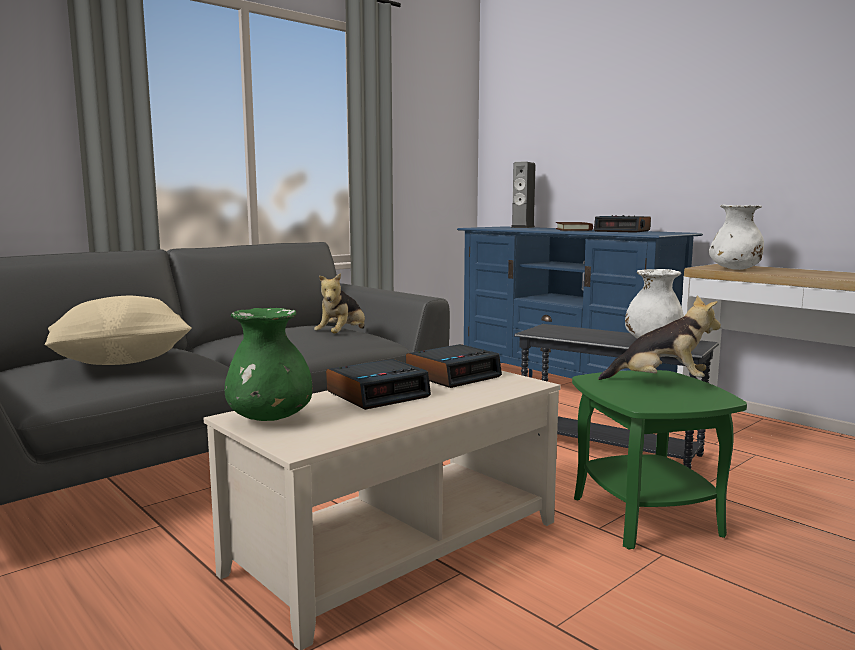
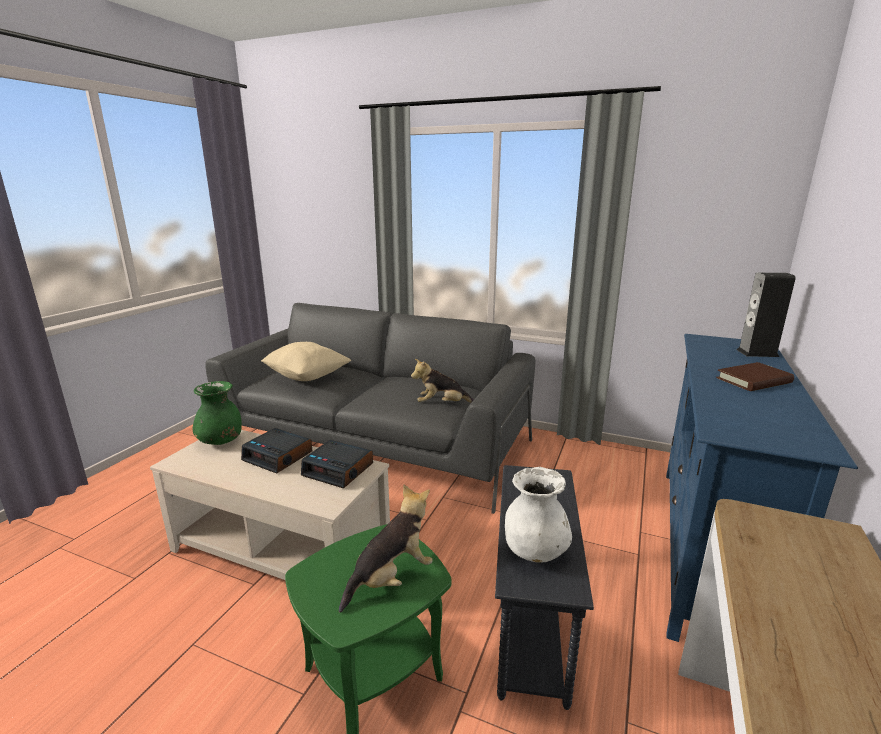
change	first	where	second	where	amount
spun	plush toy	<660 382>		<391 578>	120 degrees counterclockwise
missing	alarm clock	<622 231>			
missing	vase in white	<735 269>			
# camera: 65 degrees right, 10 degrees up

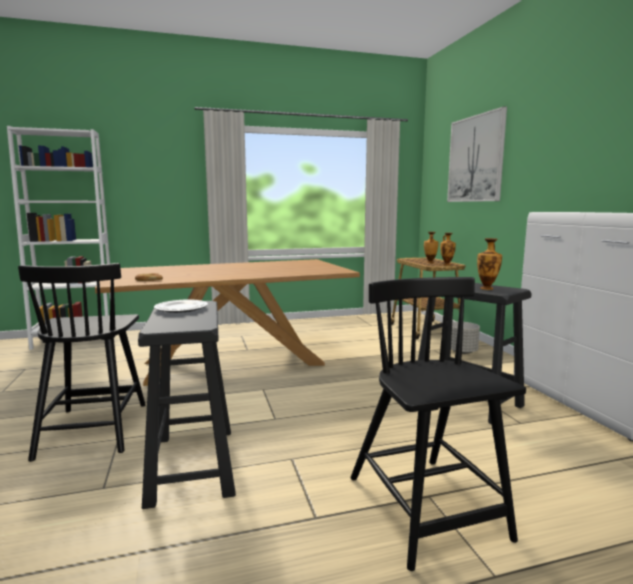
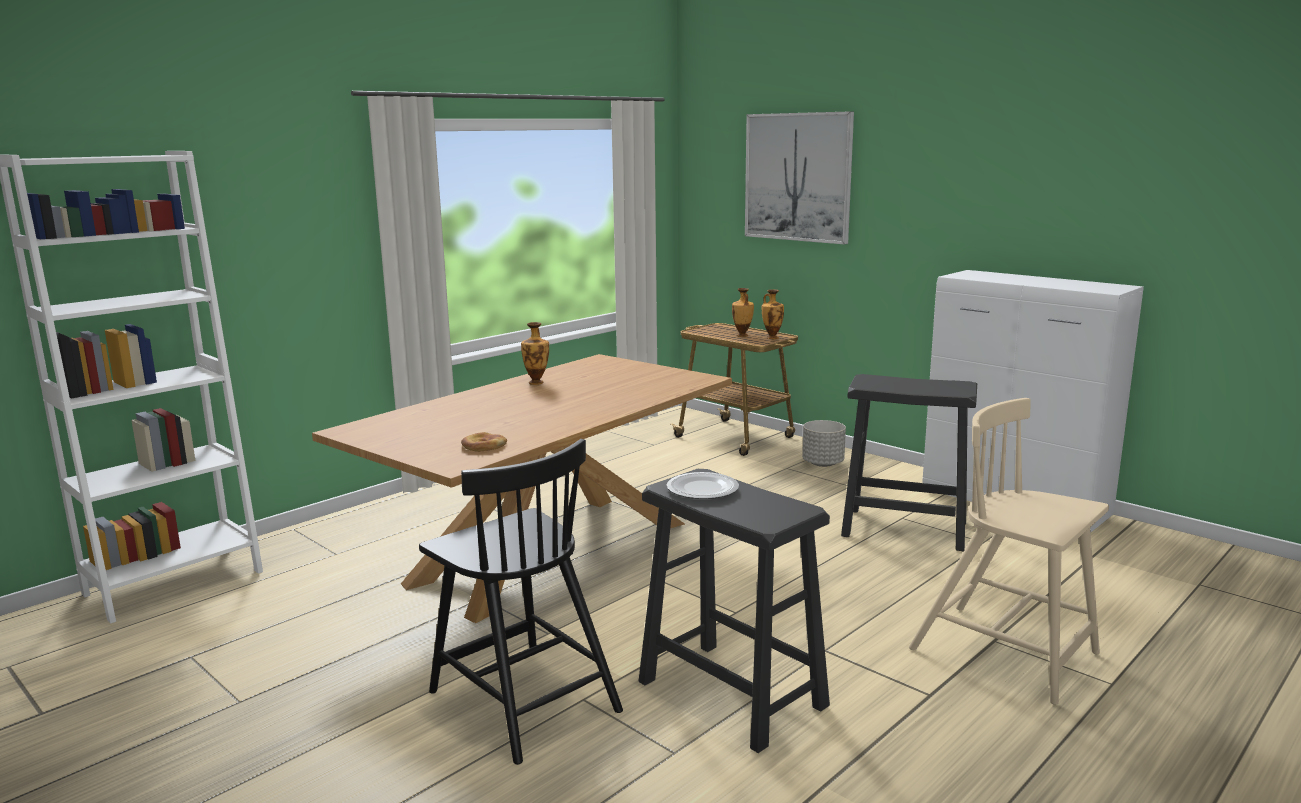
change	first	where	second	where	amount
relocated	vase	<487 288>		<536 382>	
colour	chair in black	<426 509>	chair in beige	<1007 653>	
# camera: 30 degrees left, 5 degrees up

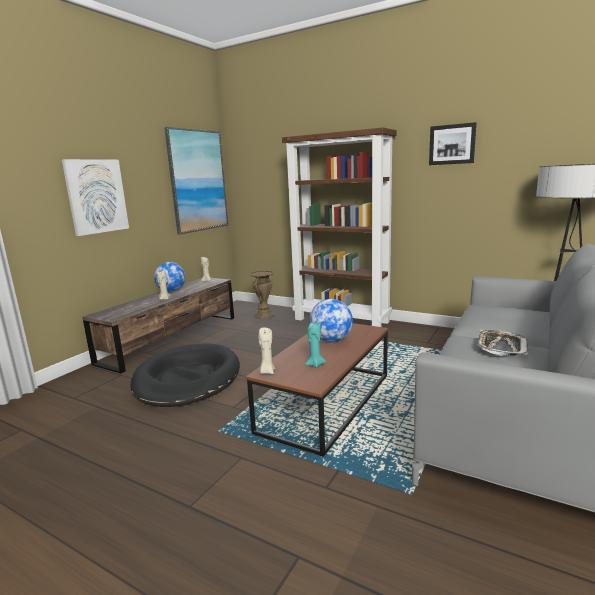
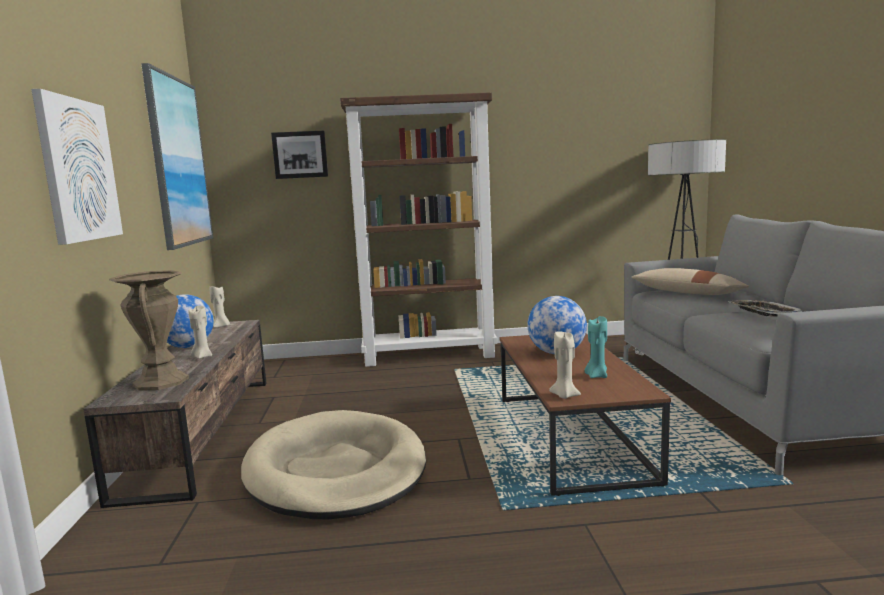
change	first	where	second	where	amount
relocated	vase in brown	<264 315>		<161 382>	
colour	dog bed in black	<187 379>	dog bed in beige	<336 470>	
relocated	picture	<452 144>		<300 155>	
appeared			pillow in beige	<687 293>	
# camera: 35 degrees left, 5 degrees down

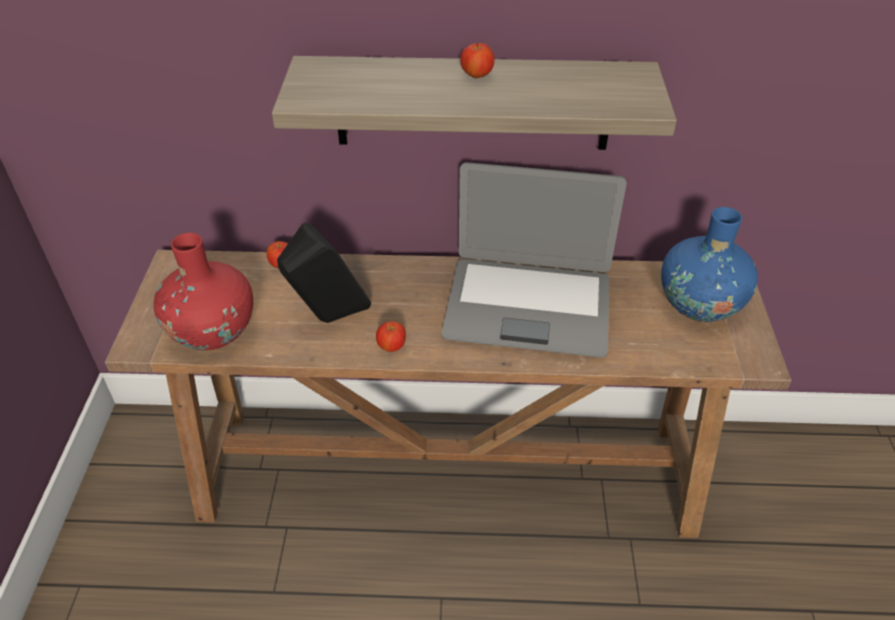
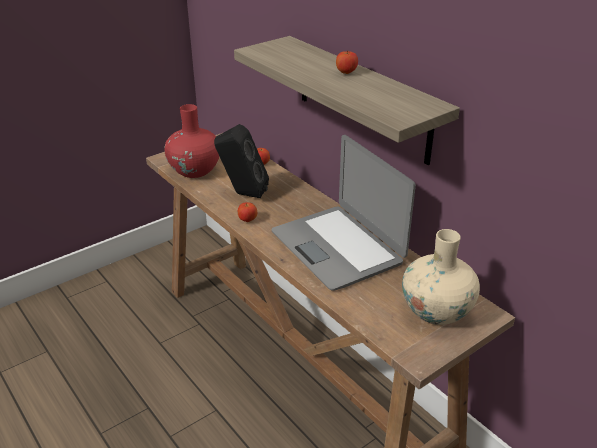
change	first	where	second	where	amount
colour	vase in blue	<699 304>	vase in beige	<436 311>	
# camera: 50 degrees right, 10 degrees down

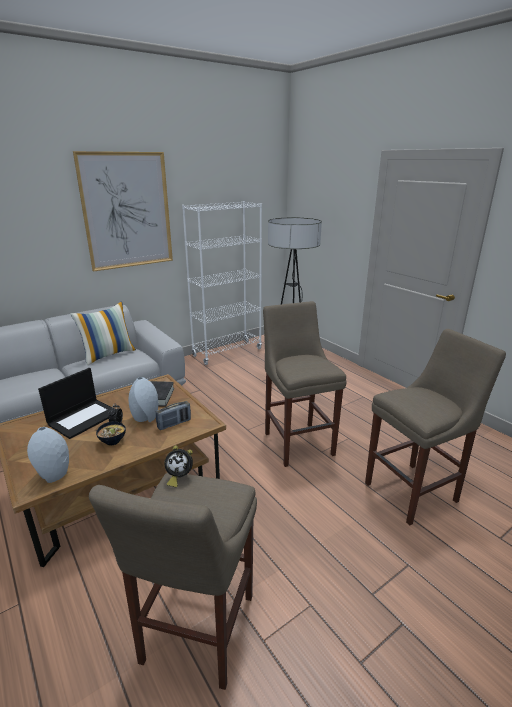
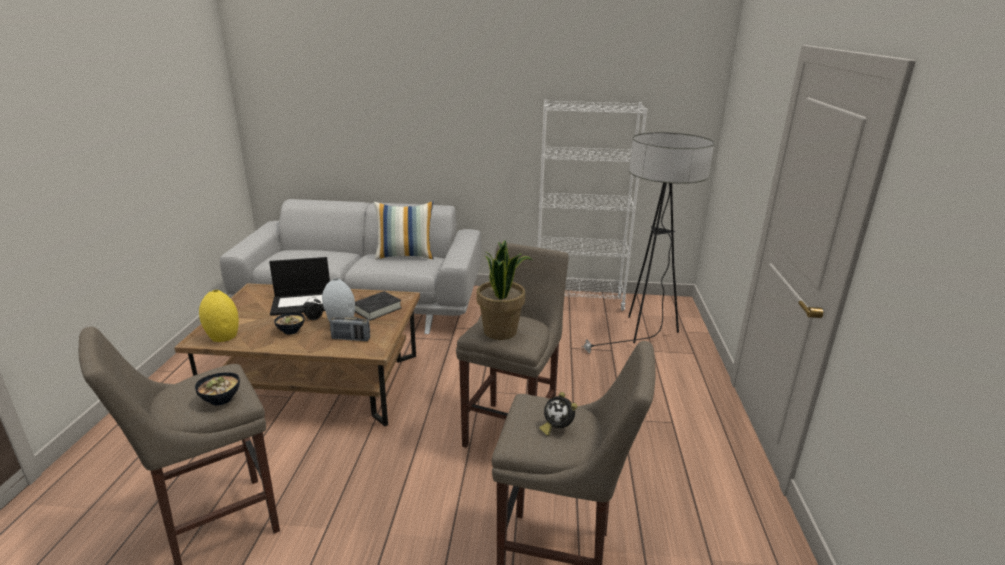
change	first	where	second	where	amount
appeared			bowl	<220 399>	
colour	vase in grey	<54 474>	vase in yellow	<224 337>	
appeared			potted plant	<501 331>	
relocated	alarm clock	<179 477>		<557 428>	
missing	picture	<127 211>			
# camera: 40 degrees right, 0 degrees up

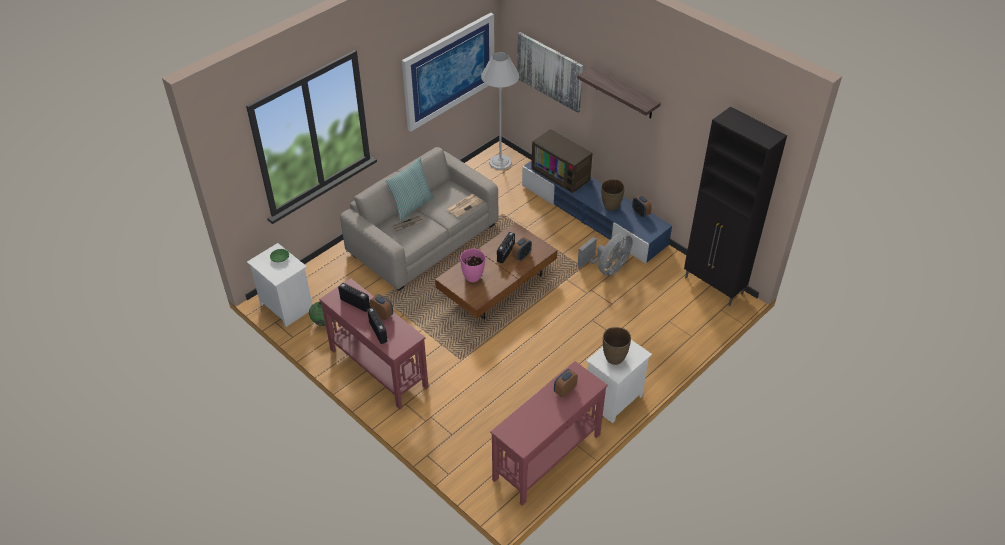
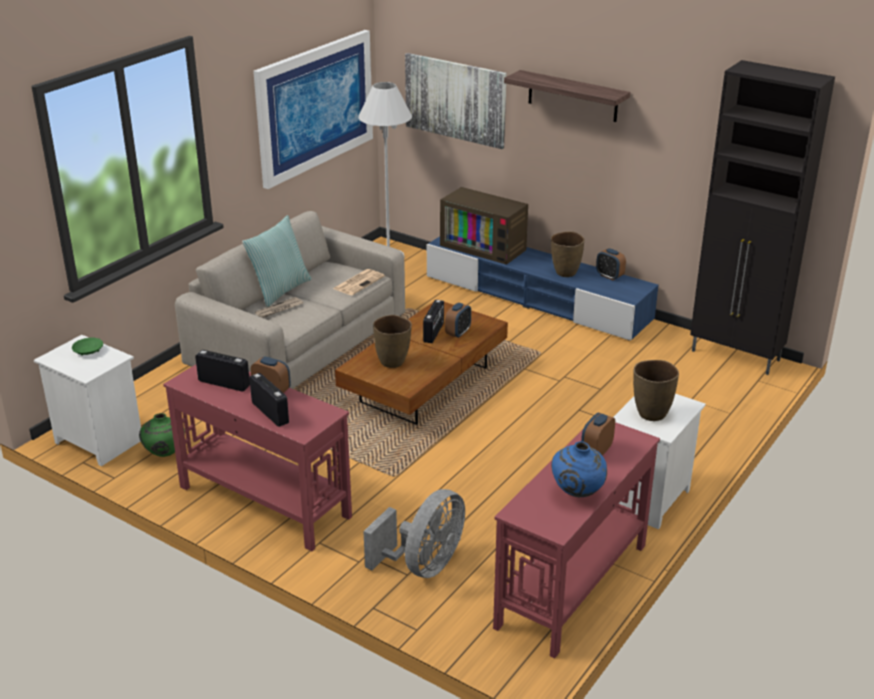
change	first	where	second	where	amount
relocated	fan in grey	<607 268>		<423 565>	
colour	vase in pink	<473 277>	vase in brown	<393 362>	
appeared			vase in blue	<577 493>	
# camera: 10 degrees left, 15 degrees down

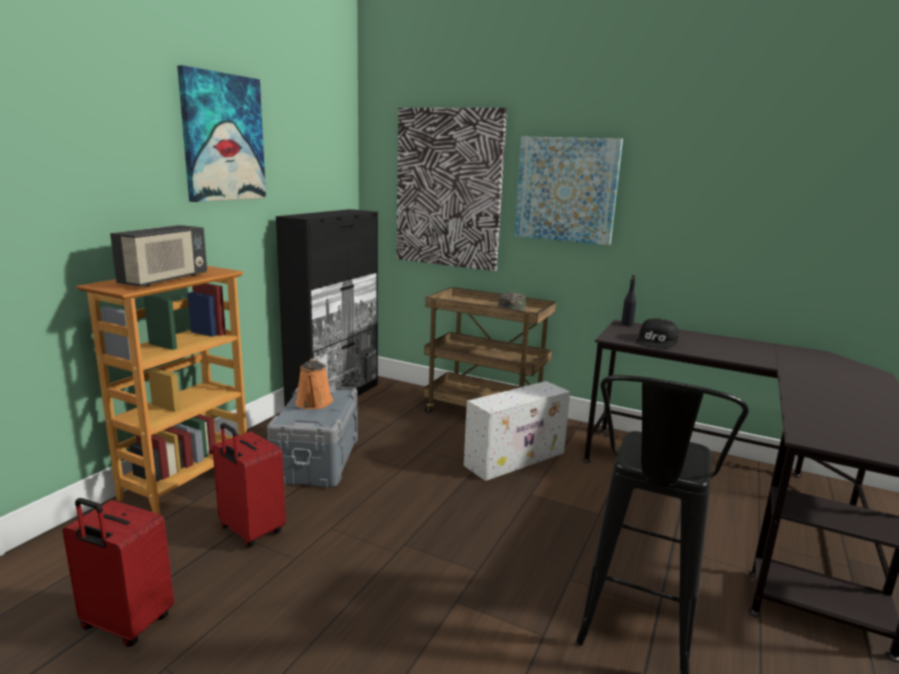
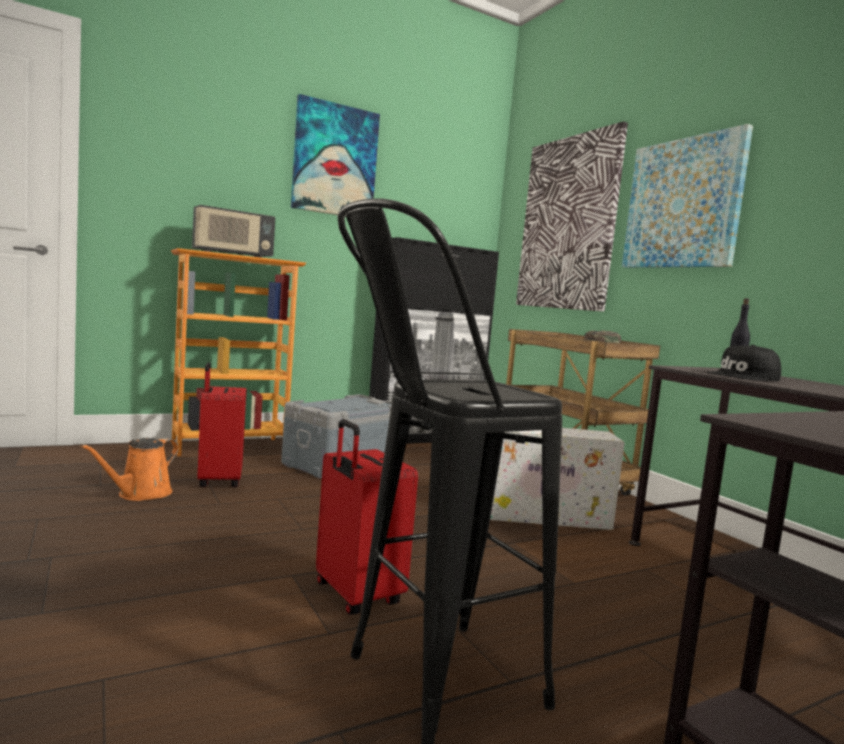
change	first	where	second	where	amount
relocated	watering can in orange	<314 403>		<140 494>	
relocated	suitcase in red	<125 624>		<355 595>	
# camera: 35 degrees right, 10 degrees down

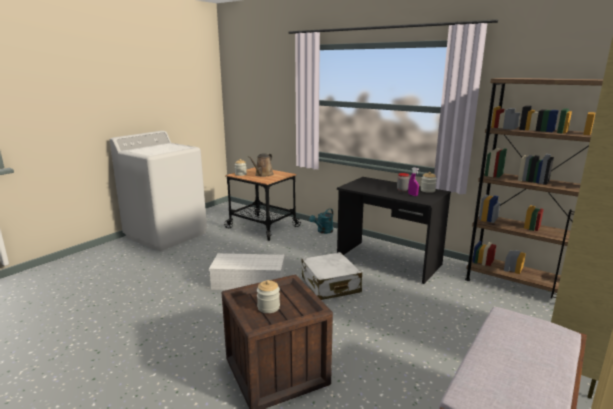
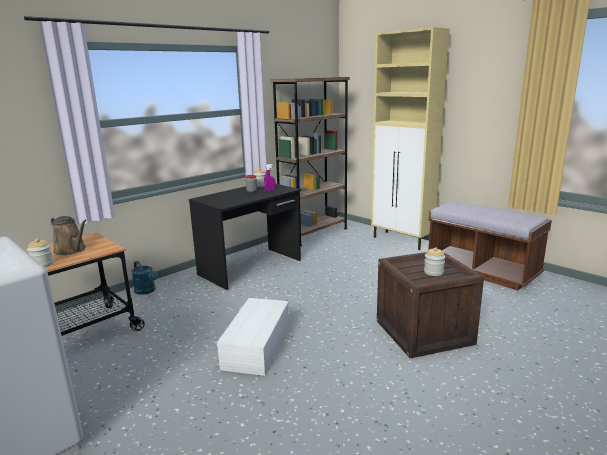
change	first	where	second	where	amount
missing	suitcase in white	<330 285>			
# camera: 80 degrees left, 0 degrees up

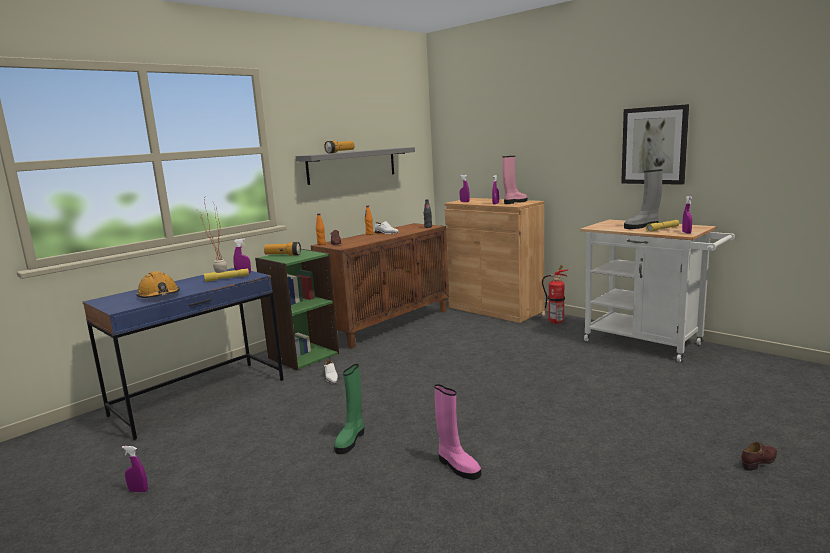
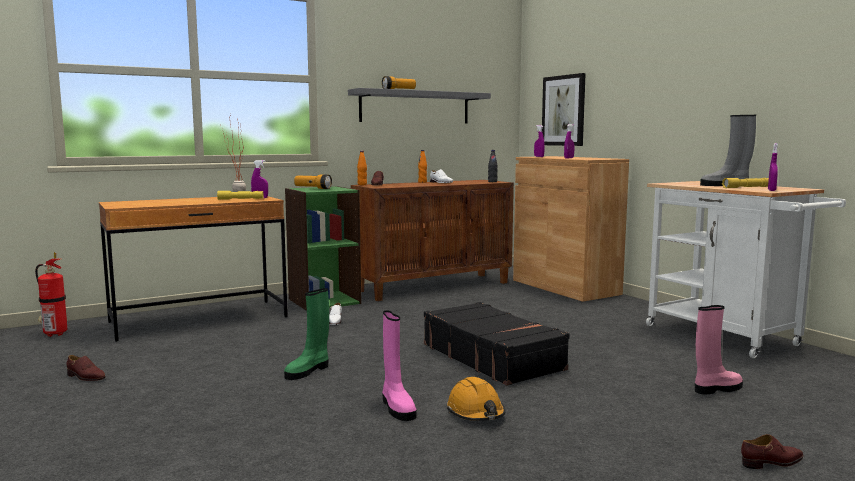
change	first	where	second	where	amount
relocated	fire extinguisher	<554 322>		<53 334>	
exchanged	spray bottle in purple	<138 491>	shoe in brown	<85 377>	
colour	desk in blue	<200 397>	desk in brown	<199 319>	
appeared			suitcase in black	<492 357>	
relocated	hard hat in orange	<159 295>		<476 413>	
relocated	picture	<654 145>		<564 110>	
relocated	boot in pink	<515 202>		<716 389>	
# camera: 15 degrees right, 5 degrees down

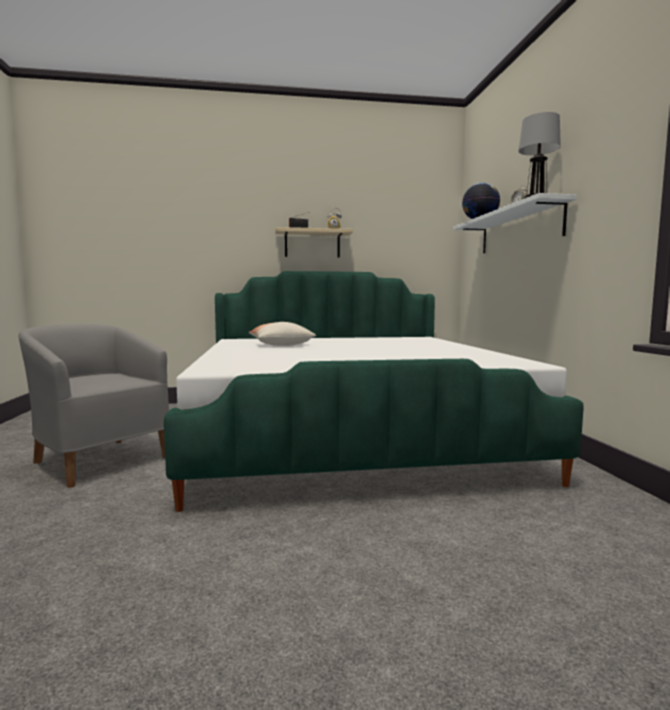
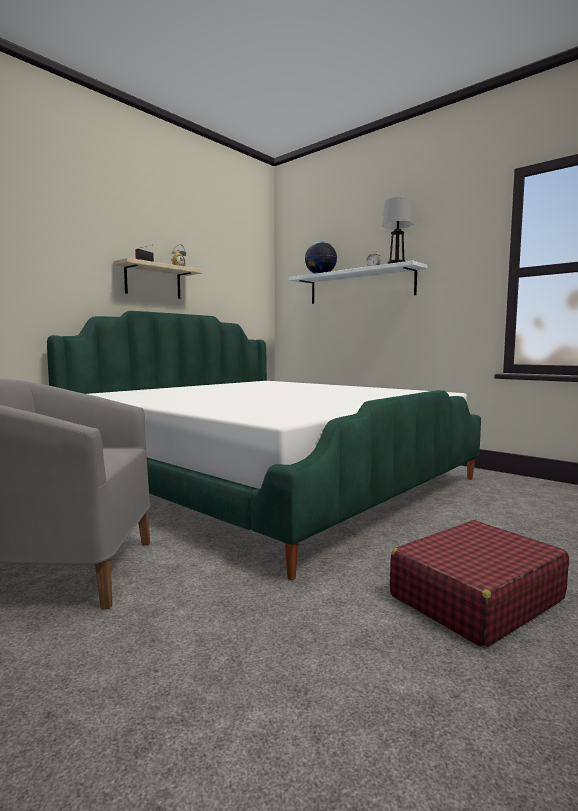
change	first	where	second	where	amount
appeared			suitcase in red	<475 598>	
missing	pillow	<280 344>			
# camera: 40 degrees left, 0 degrees up

